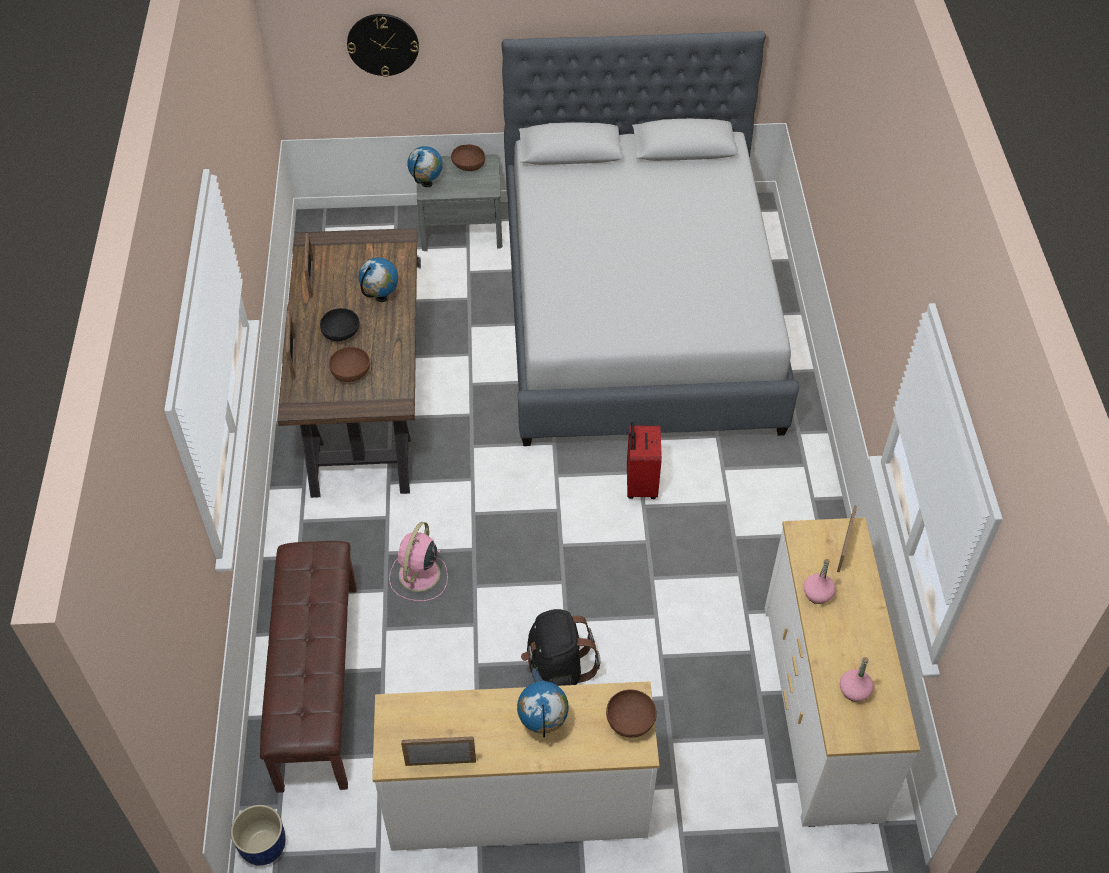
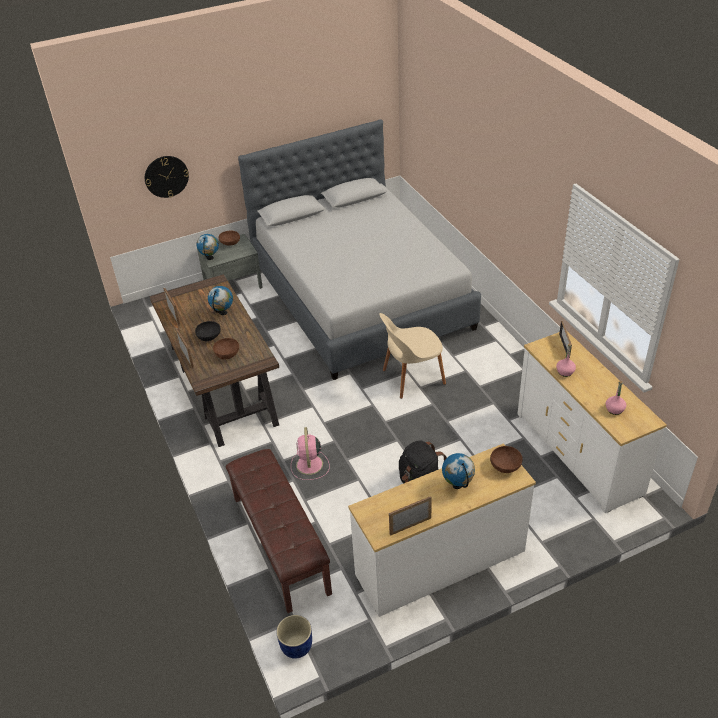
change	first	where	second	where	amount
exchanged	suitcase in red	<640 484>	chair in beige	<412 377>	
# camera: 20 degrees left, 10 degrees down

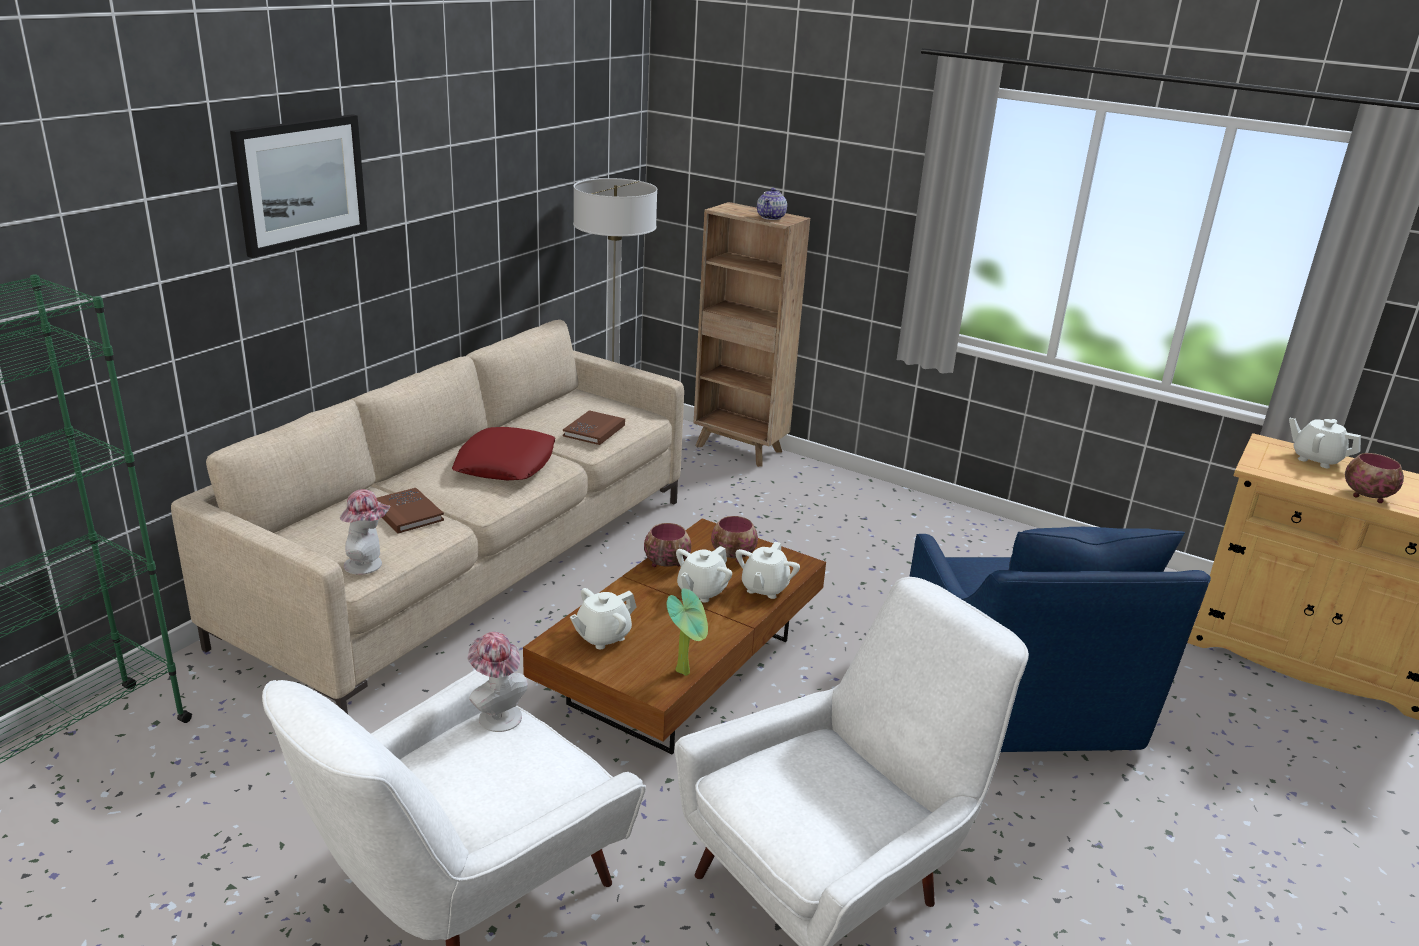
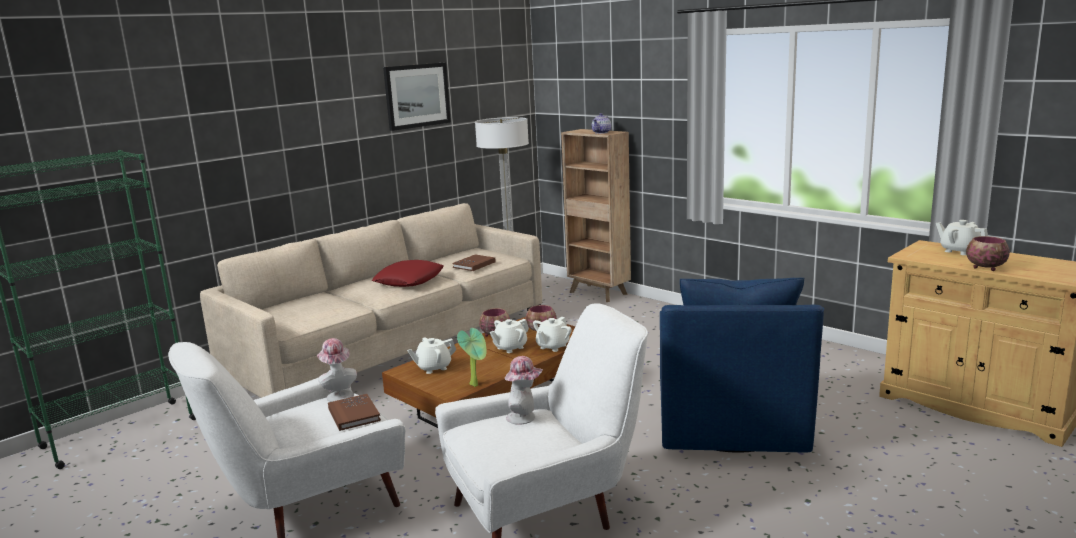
change	first	where	second	where	amount
relocated	book in brown	<407 513>		<354 414>	
relocated	picture	<301 183>		<417 95>	
relocated	hat	<368 564>		<524 417>	
# camera: 15 degrees right, 10 degrees down

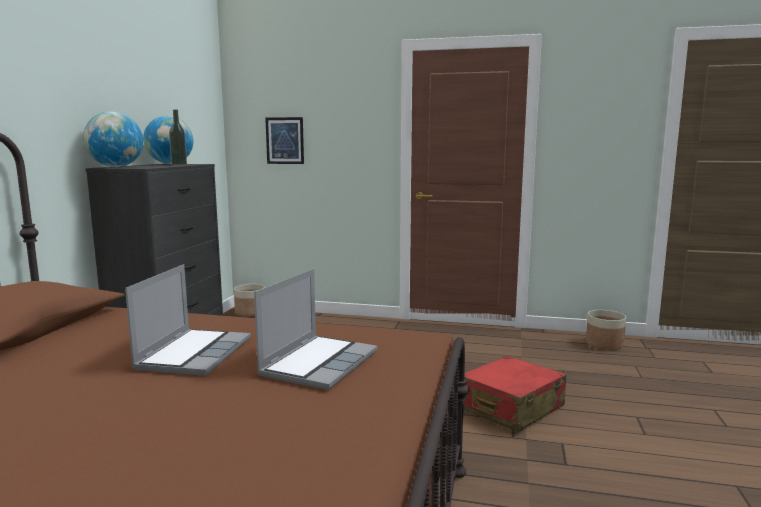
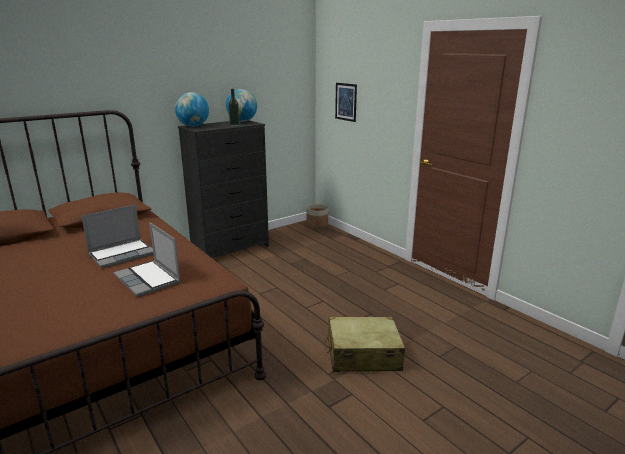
change	first	where	second	where	amount
spun	laptop	<319 363>		<149 279>	75 degrees clockwise
colour	suitcase in red	<510 407>	suitcase in beige	<362 355>	
missing	planter	<604 344>			
# camera: 40 degrees right, 10 degrees up

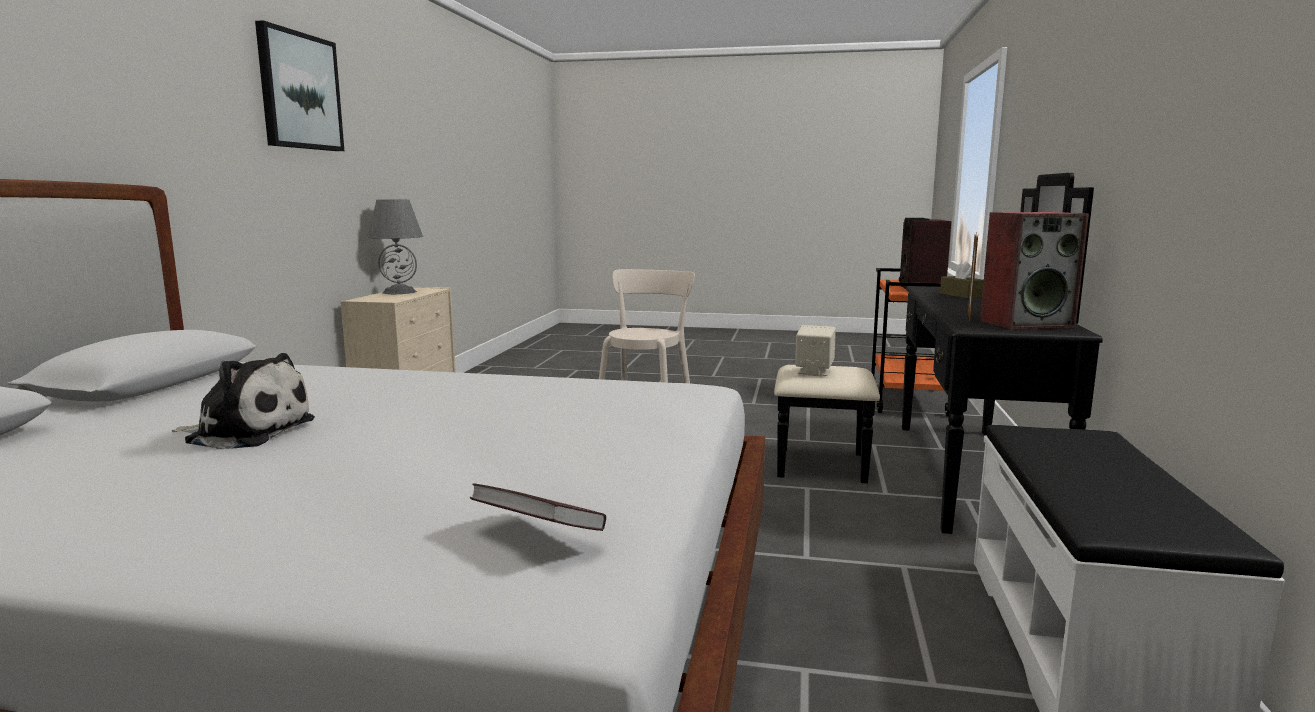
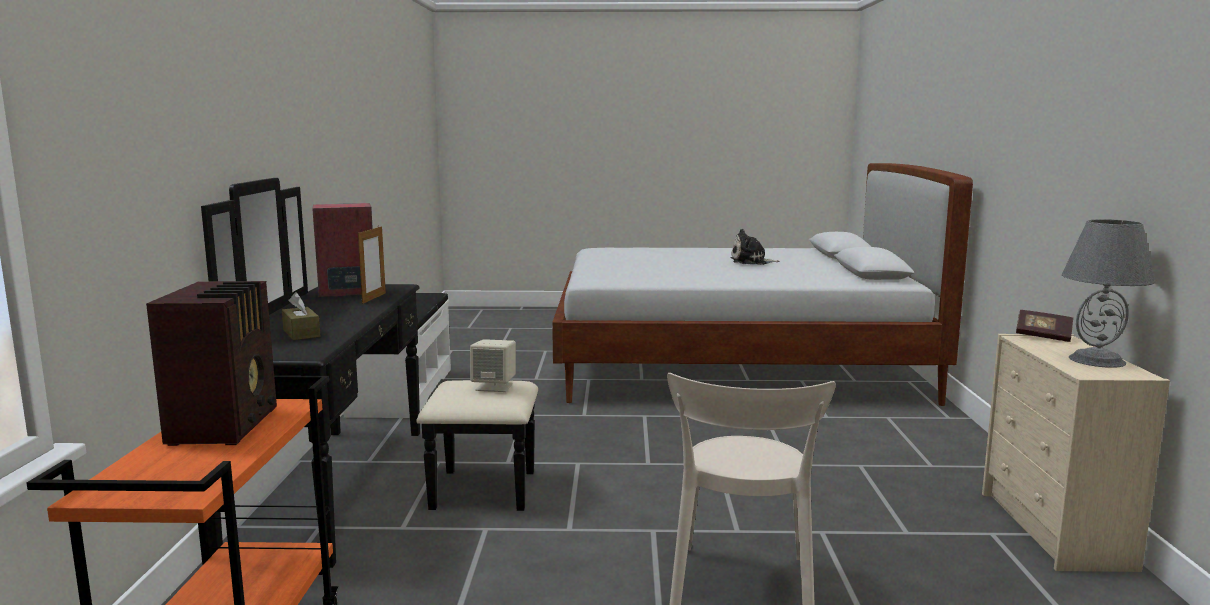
change	first	where	second	where	amount
relocated	book	<538 533>		<1043 336>	
missing	picture	<299 91>			
# camera: 170 degrees right, 0 degrees up

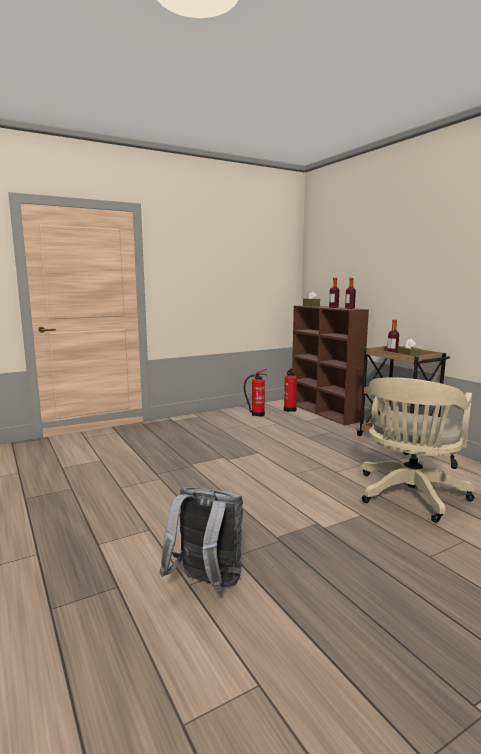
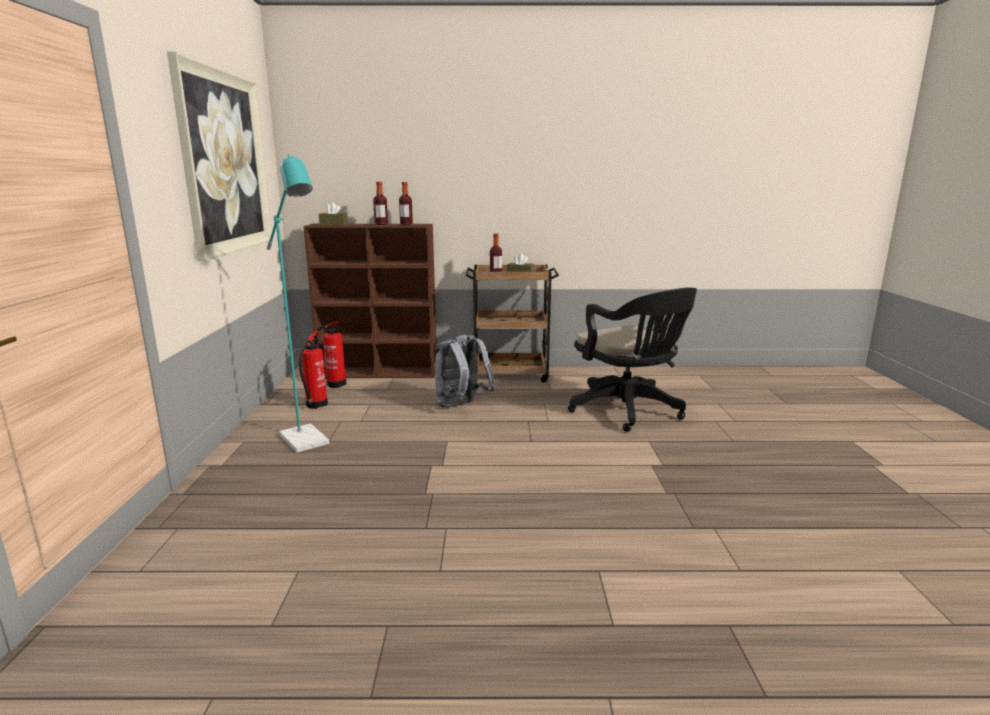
change	first	where	second	where	amount
appeared			picture	<225 163>	
appeared			floor lamp in turquoise	<308 443>	
relocated	backpack in grey	<206 584>		<461 406>	
colour	office chair in beige	<409 496>	office chair in black	<629 411>	
# camera: 60 degrees left, 5 degrees up

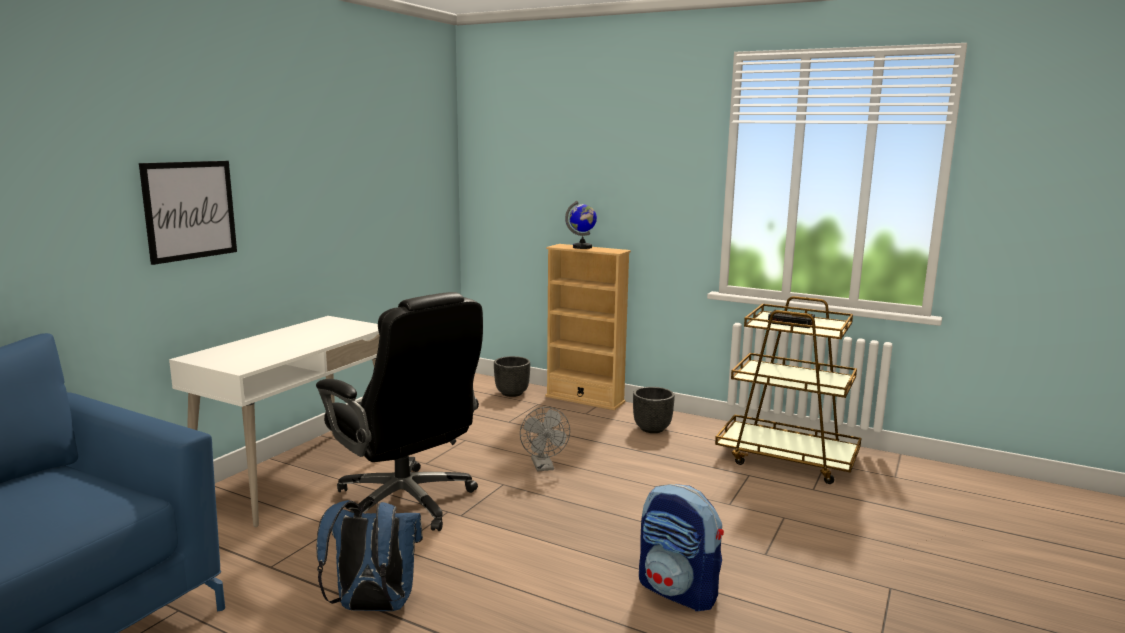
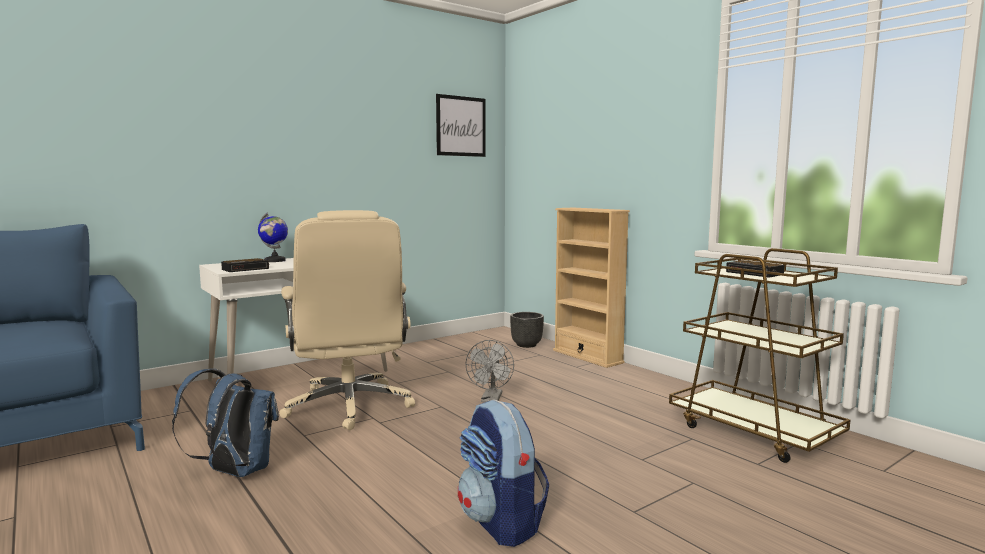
change	first	where	second	where	amount
appeared			alarm clock	<246 269>	
relocated	globe	<582 247>		<275 260>	
colour	office chair in black	<406 503>	office chair in beige	<349 406>	
relocated	picture	<190 210>		<461 126>	
missing	planter in black	<652 429>			
# camera: 25 degrees right, 5 degrees down

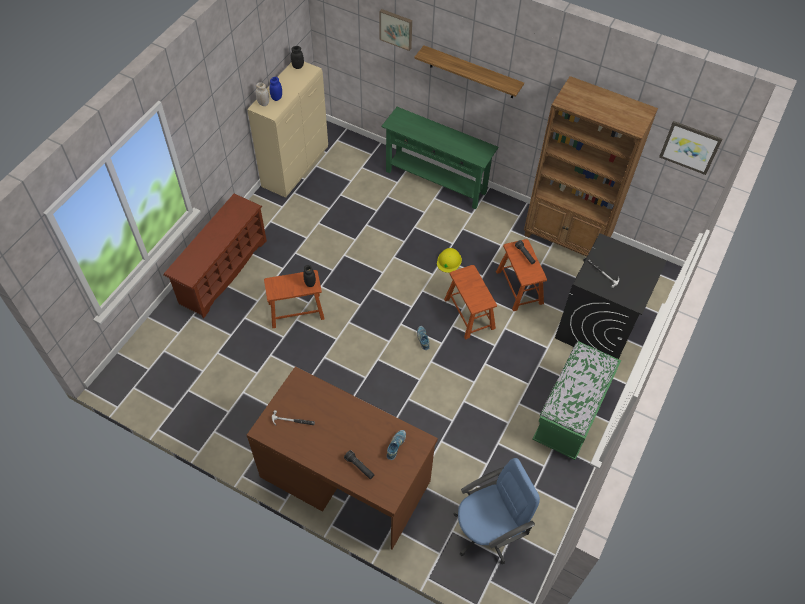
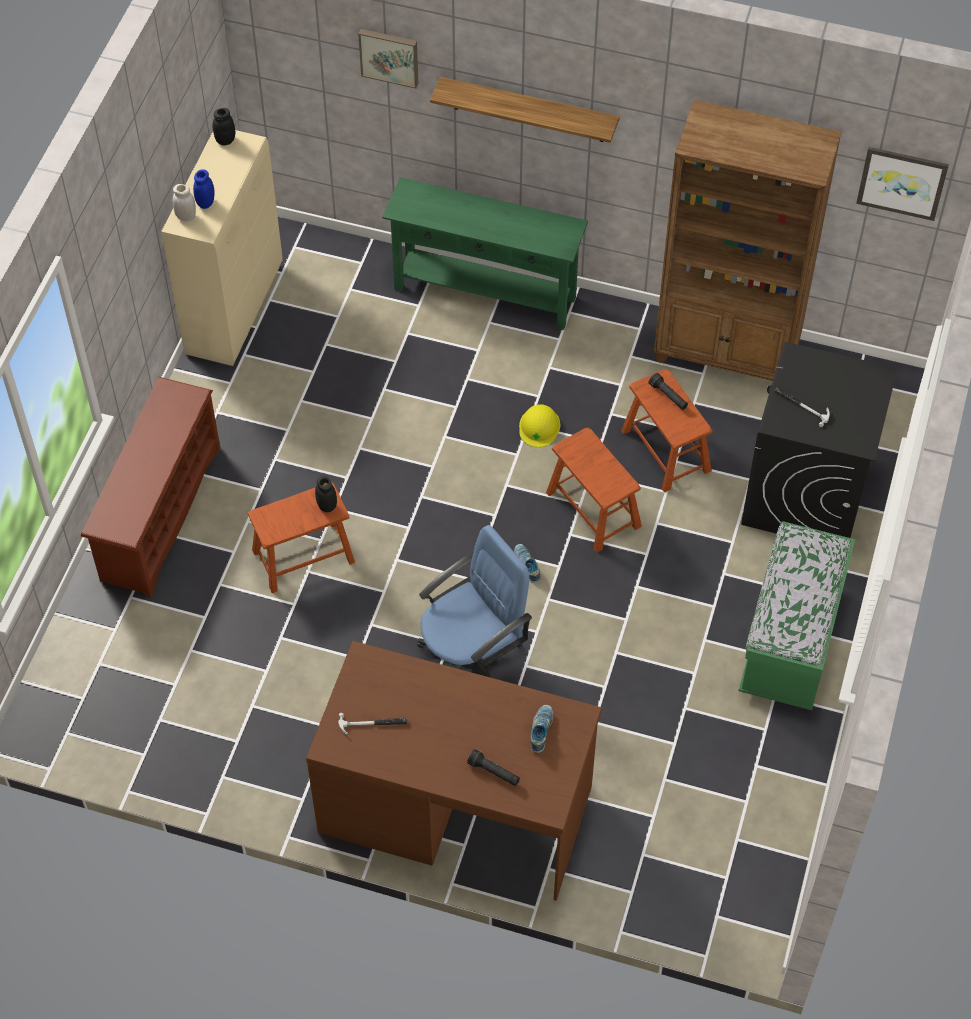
change	first	where	second	where	amount
relocated	office chair in blue	<487 531>		<472 659>	
# camera: 10 degrees left, 0 degrees up

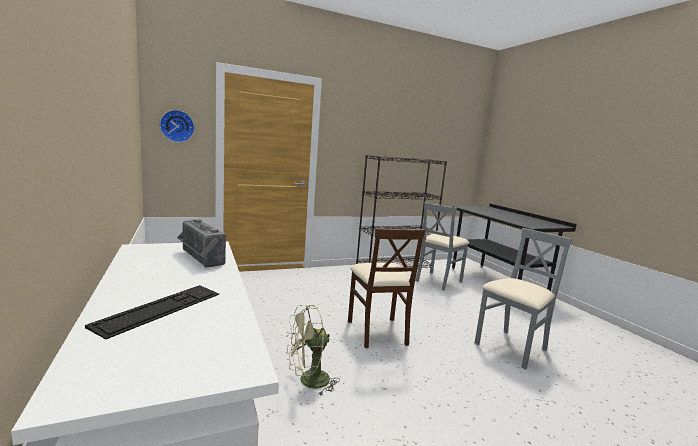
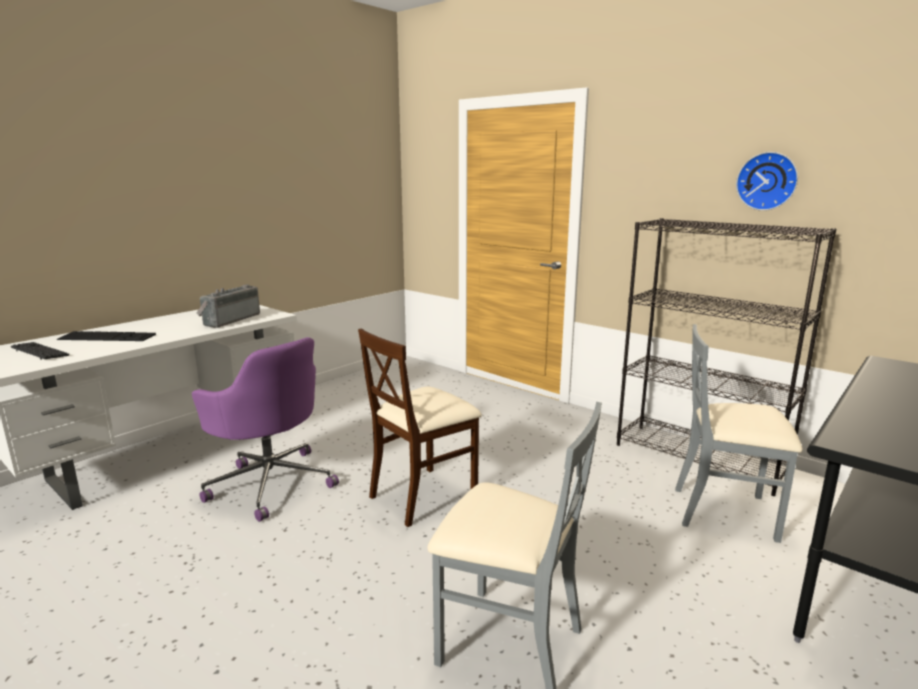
change	first	where	second	where	amount
appeared			keyboard	<40 352>	
exchanged	fan in green	<308 382>	office chair in purple	<271 482>	
relocated	wall clock	<177 126>		<767 181>	
# camera: 65 degrees right, 5 degrees up

